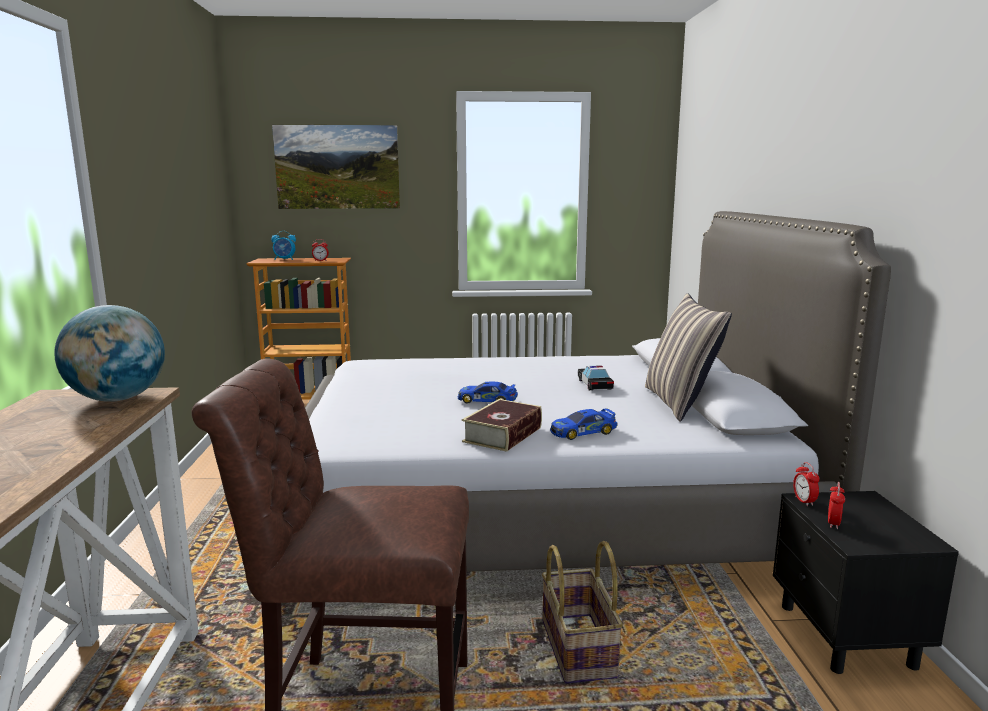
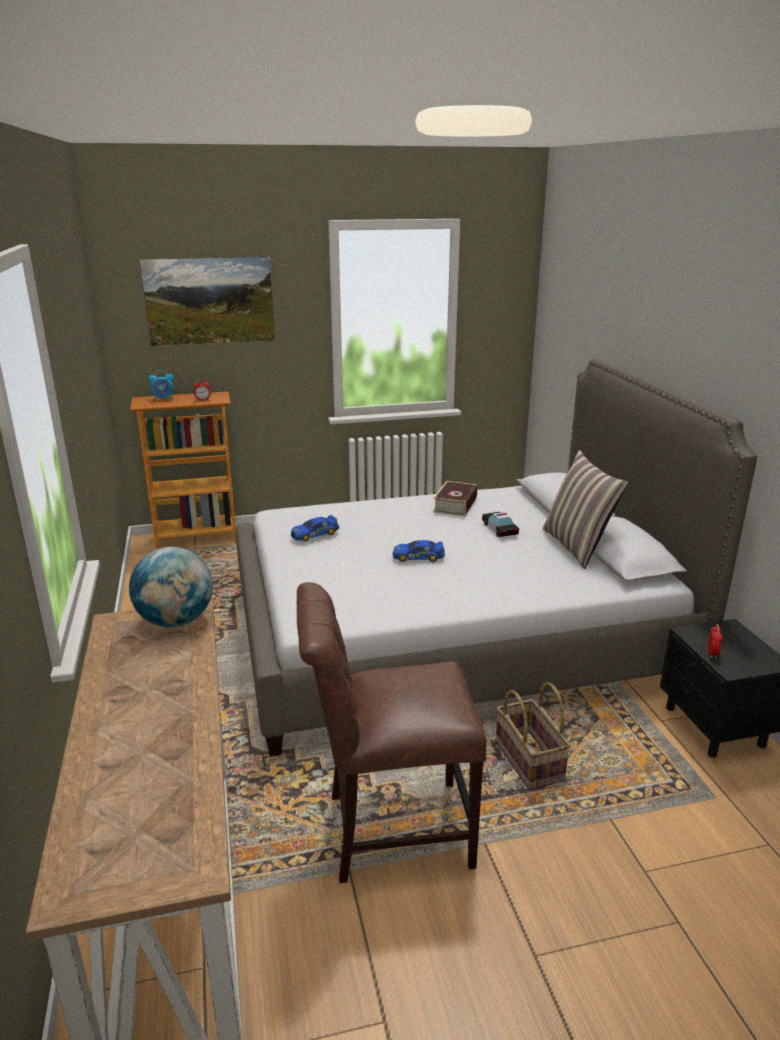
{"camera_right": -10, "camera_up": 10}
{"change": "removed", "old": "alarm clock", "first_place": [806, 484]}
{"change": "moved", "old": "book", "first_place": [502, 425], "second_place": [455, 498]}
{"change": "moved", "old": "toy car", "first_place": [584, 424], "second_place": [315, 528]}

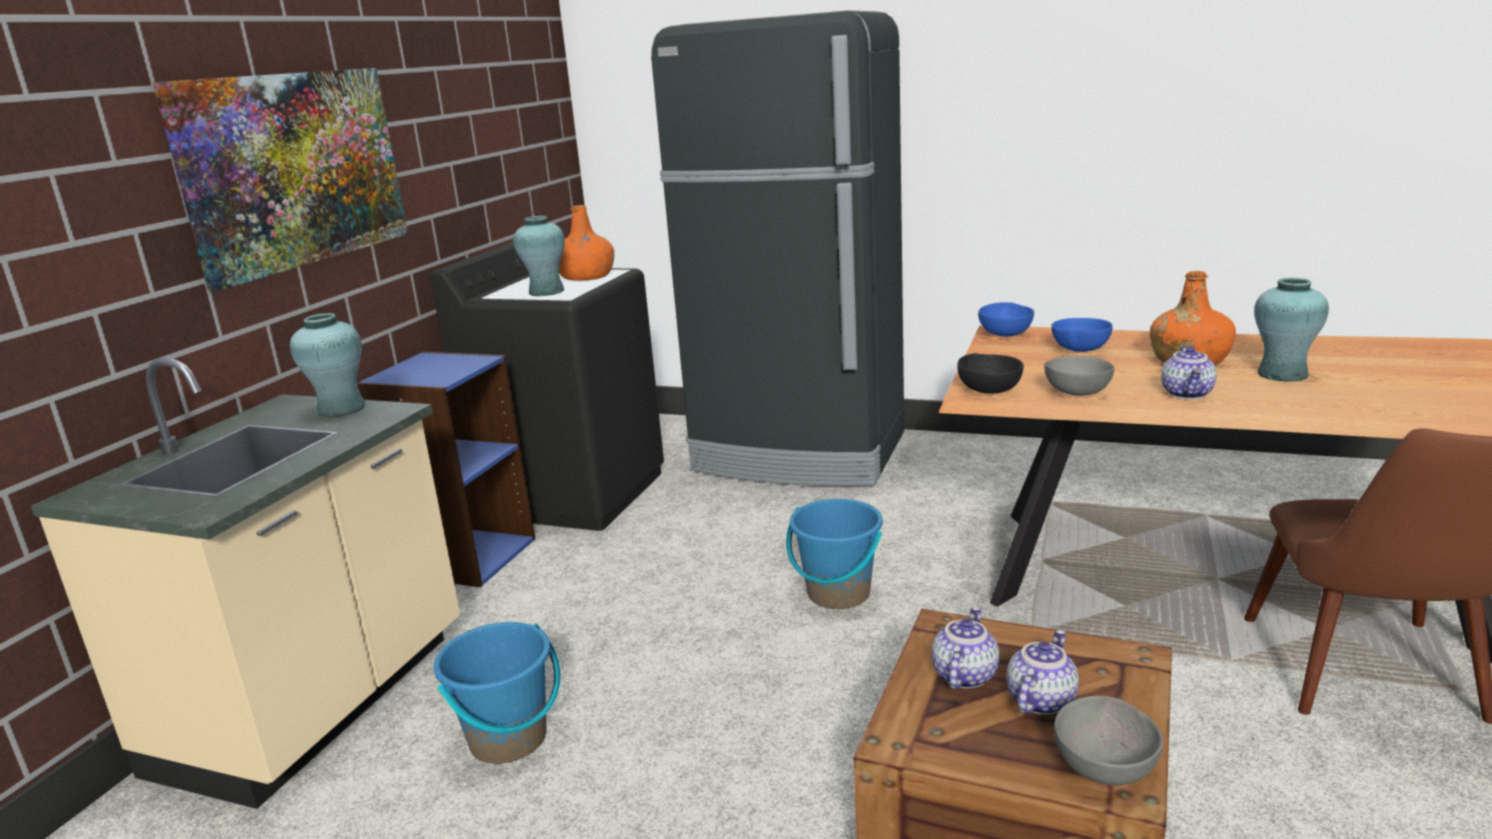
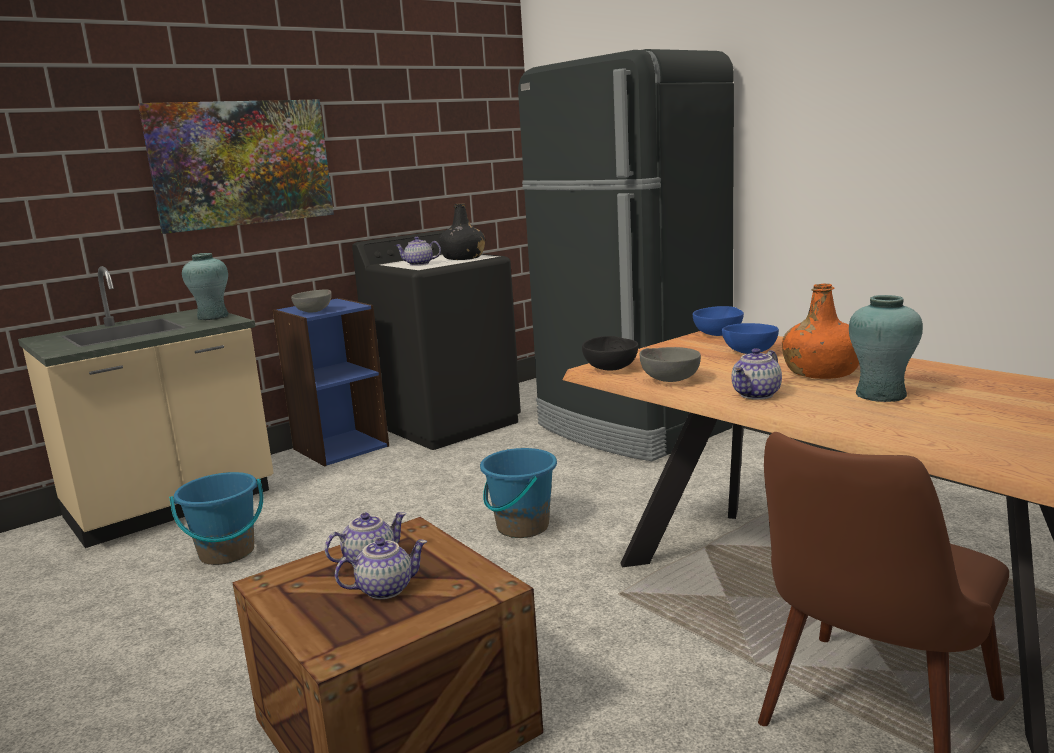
{"camera_right": 30, "camera_up": -5}
{"change": "moved", "old": "bowl in grey", "first_place": [1108, 740], "second_place": [311, 301]}
{"change": "replaced", "old": "vase in turquoise", "new": "teapot", "first_place": [539, 256], "second_place": [418, 251]}
{"change": "recoloured", "old": "bottle in orange", "new": "bottle in black", "first_place": [586, 243], "second_place": [462, 231]}

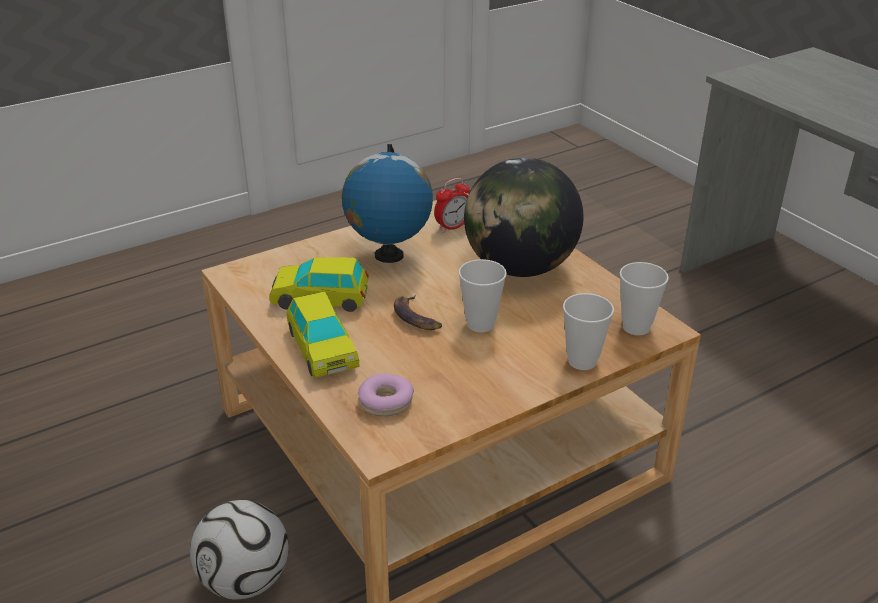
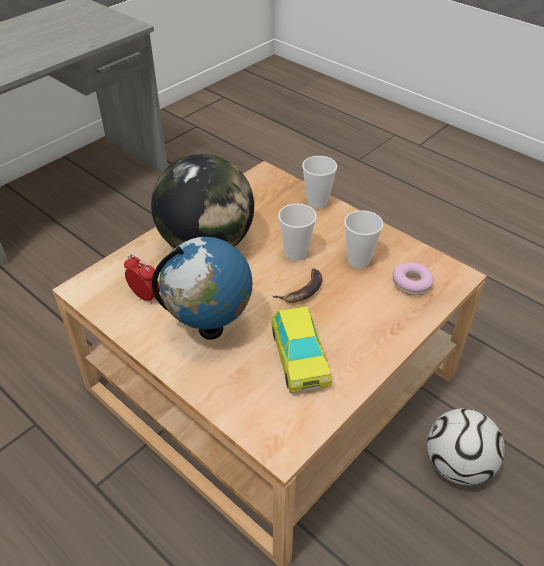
{"camera_right": -105, "camera_up": 10}
{"change": "removed", "old": "toy car", "first_place": [323, 335]}
{"change": "moved", "old": "cup", "first_place": [644, 298], "second_place": [363, 239]}

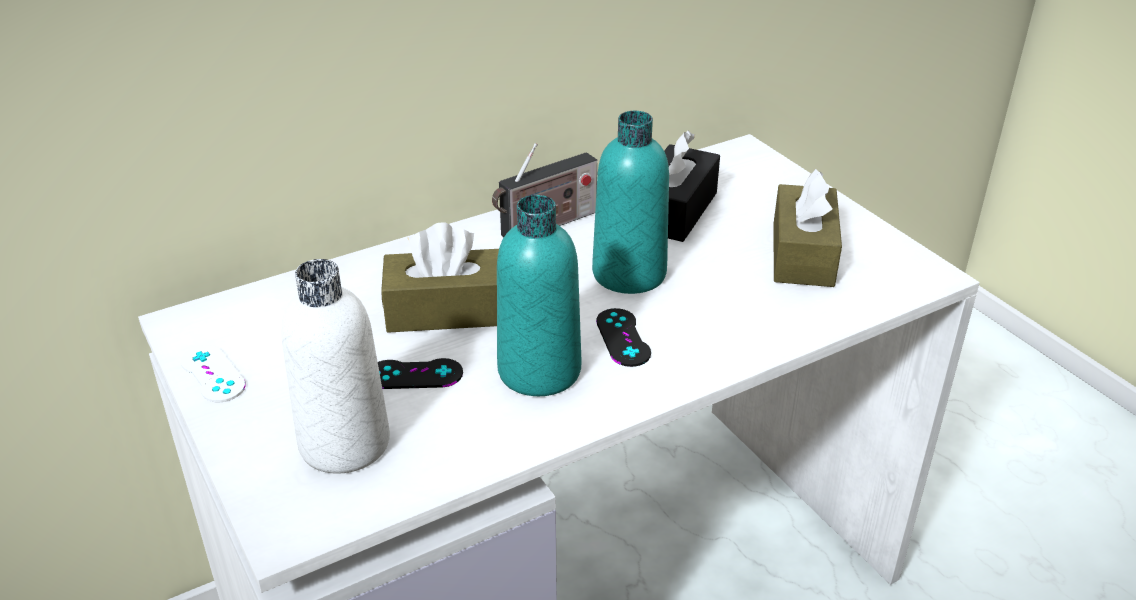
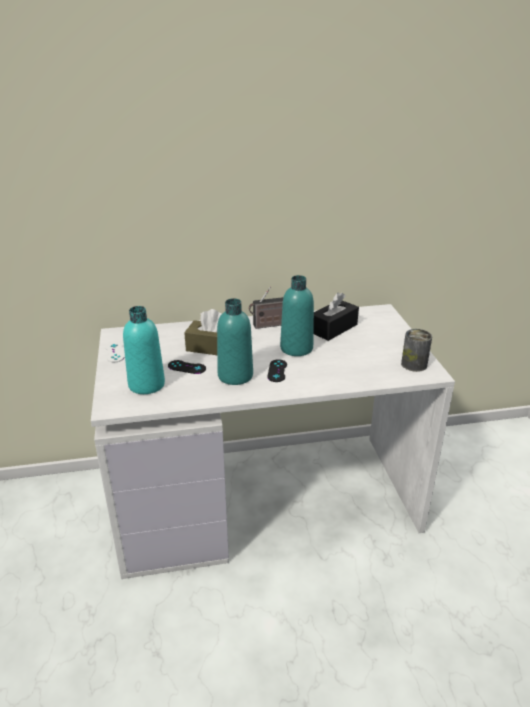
{"camera_right": 20, "camera_up": -5}
{"change": "removed", "old": "tissue box in brown", "first_place": [808, 228]}
{"change": "added", "new": "can", "second_place": [416, 350]}
{"change": "recoloured", "old": "bottle in white", "new": "bottle in turquoise", "first_place": [335, 366], "second_place": [144, 350]}

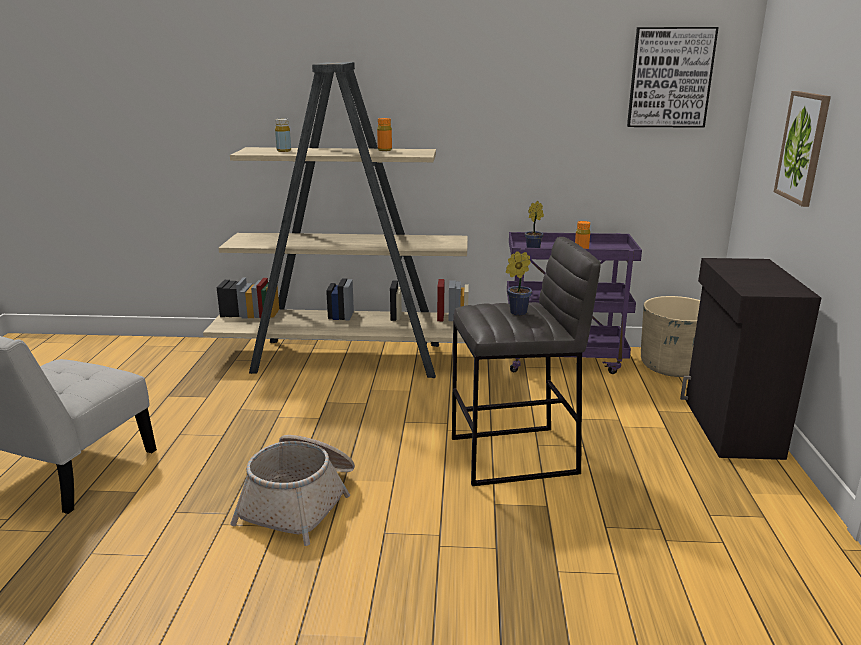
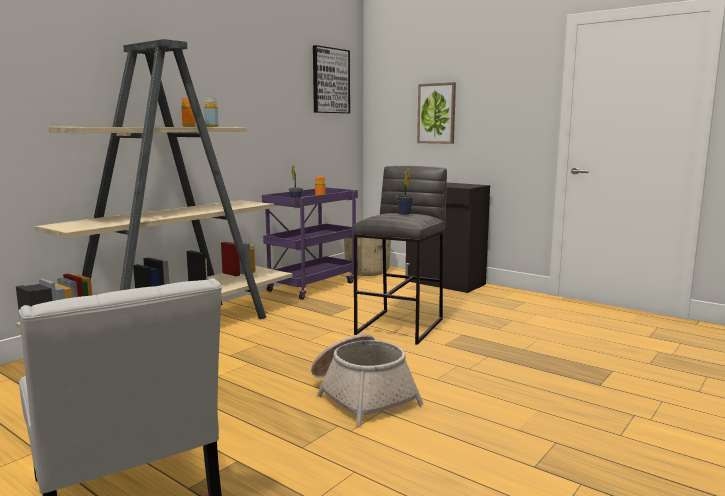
{"camera_right": -55, "camera_up": -10}
{"change": "moved", "old": "bottle in yellow", "first_place": [283, 135], "second_place": [211, 112]}

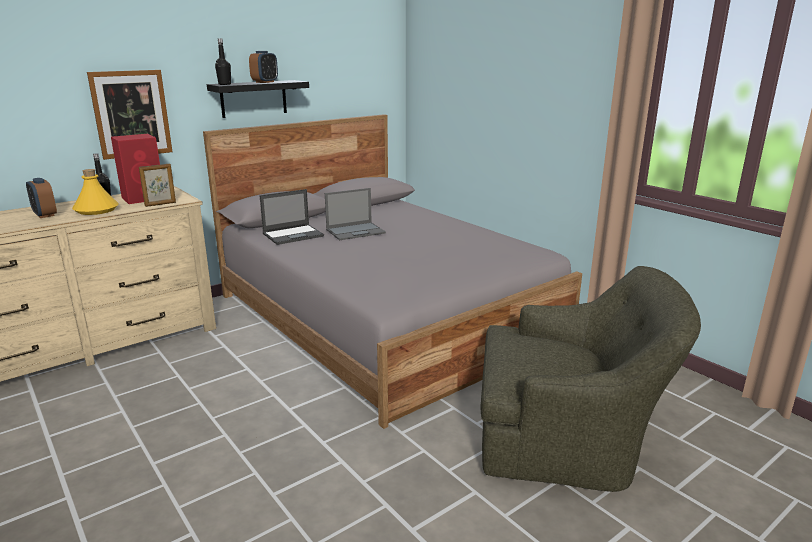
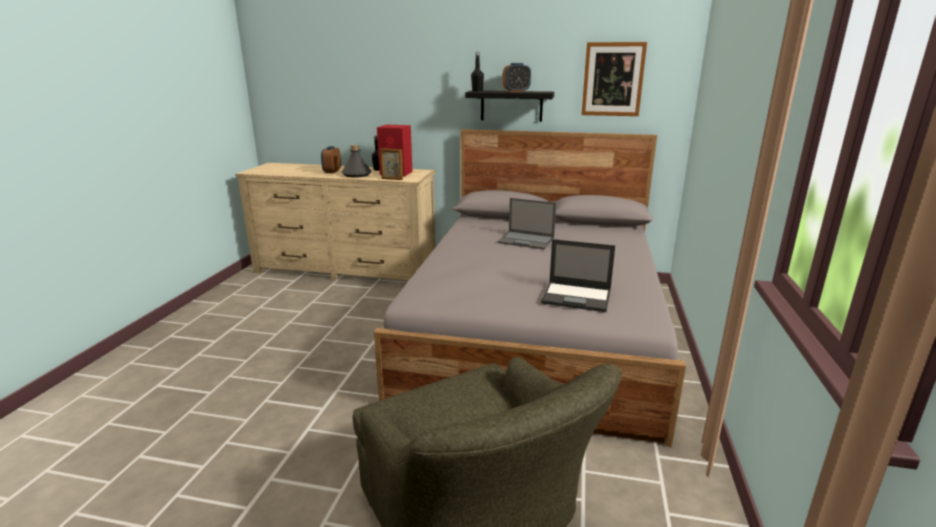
{"camera_right": 50, "camera_up": 0}
{"change": "moved", "old": "picture", "first_place": [130, 115], "second_place": [614, 79]}
{"change": "moved", "old": "laptop", "first_place": [291, 217], "second_place": [578, 275]}
{"change": "recoloured", "old": "bottle in yellow", "new": "bottle in grey", "first_place": [95, 192], "second_place": [356, 161]}

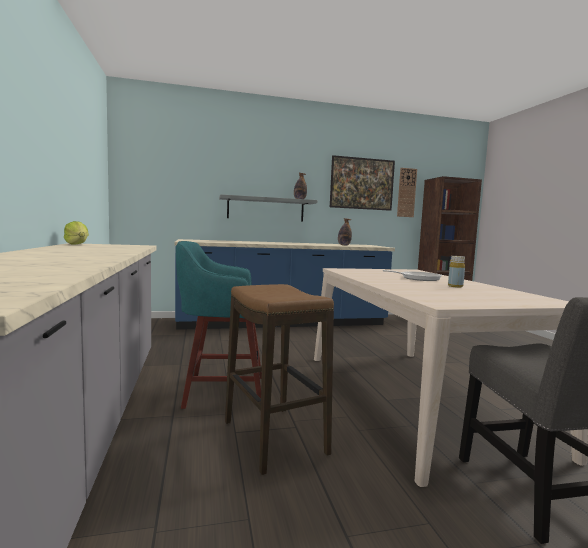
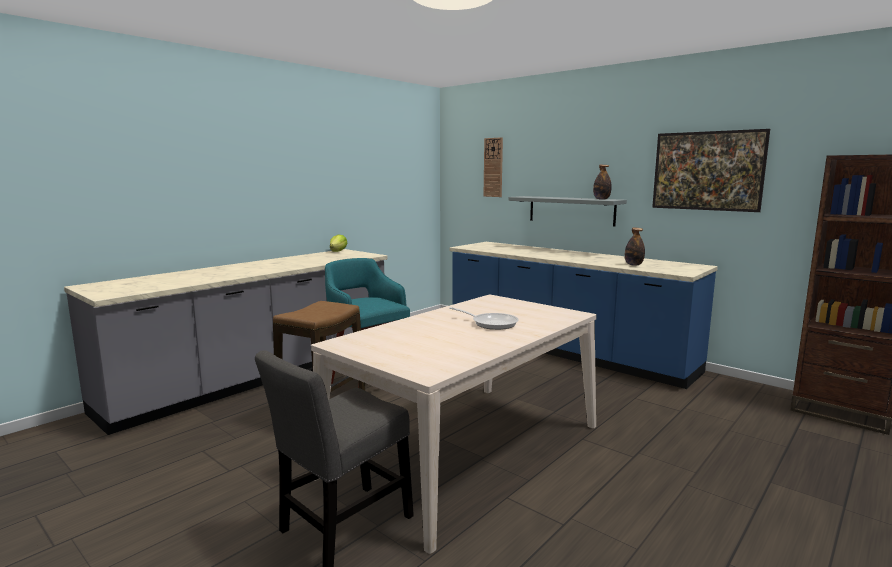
{"camera_right": 55, "camera_up": 5}
{"change": "removed", "old": "bottle in yellow", "first_place": [456, 272]}
{"change": "moved", "old": "wall clock", "first_place": [407, 192], "second_place": [493, 167]}

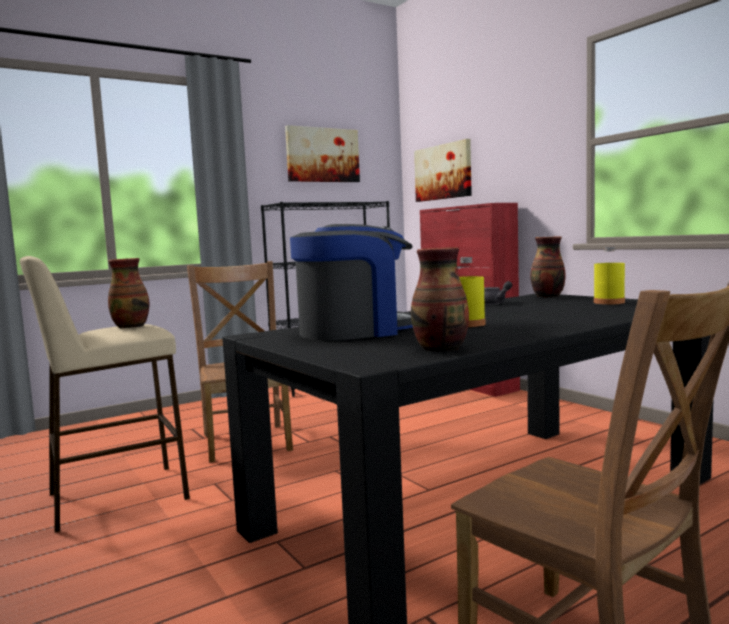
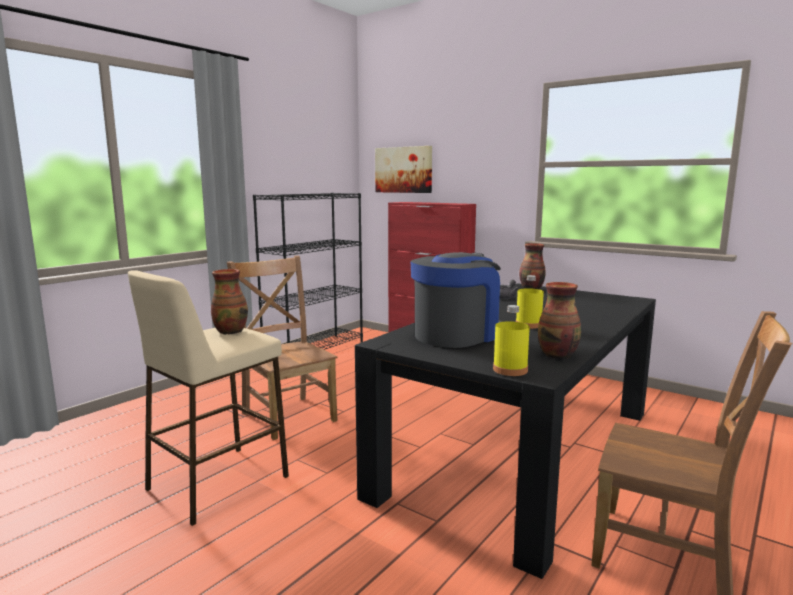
{"camera_right": -20, "camera_up": 5}
{"change": "removed", "old": "picture", "first_place": [322, 153]}
{"change": "moved", "old": "bottle in yellow", "first_place": [609, 275], "second_place": [511, 340]}

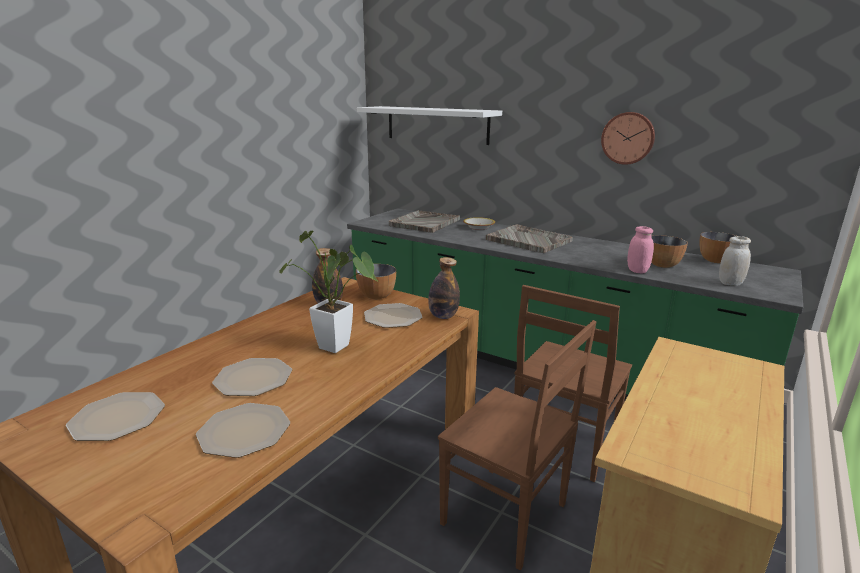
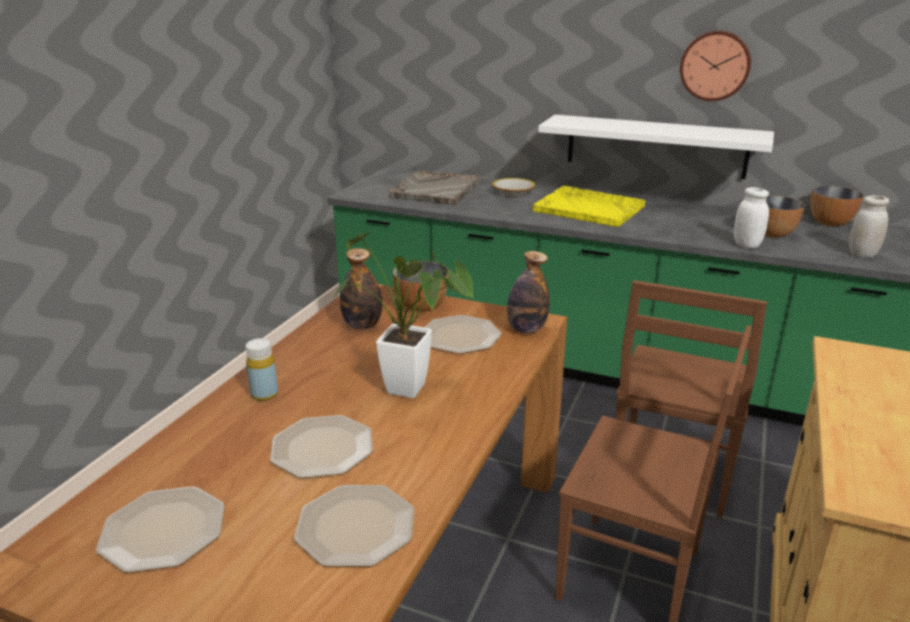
{"camera_right": -10, "camera_up": 5}
{"change": "added", "new": "bottle in yellow", "second_place": [262, 369]}
{"change": "moved", "old": "shelf in white", "first_place": [429, 125], "second_place": [656, 147]}
{"change": "recoloured", "old": "tray in grey", "new": "tray in yellow", "first_place": [529, 238], "second_place": [589, 206]}
{"change": "recoloured", "old": "jar in pink", "new": "jar in white", "first_place": [640, 249], "second_place": [751, 217]}

